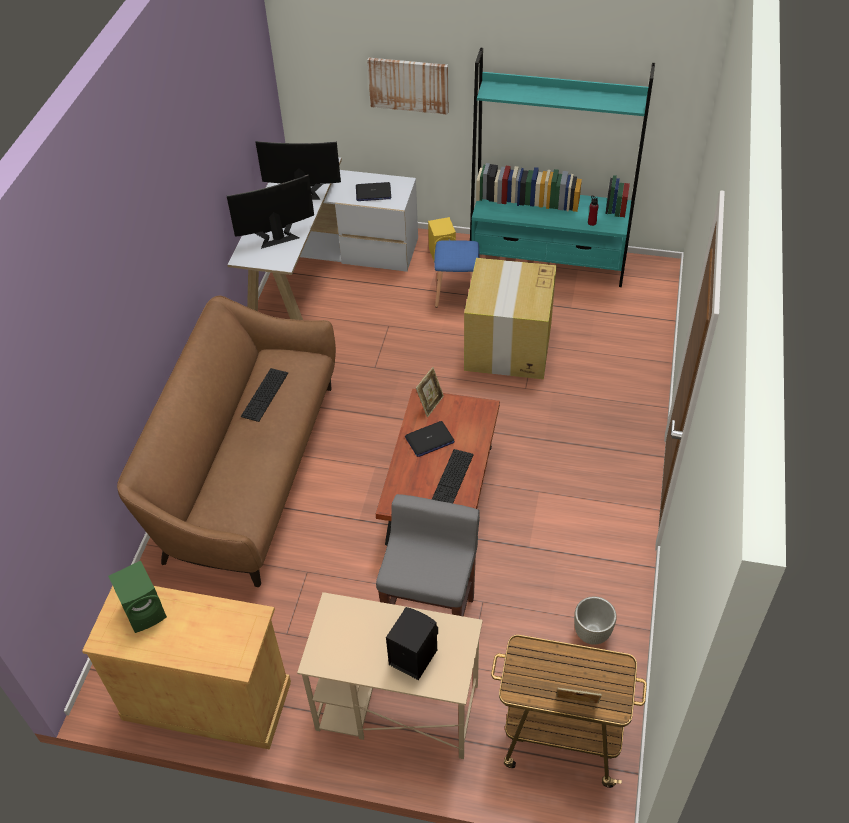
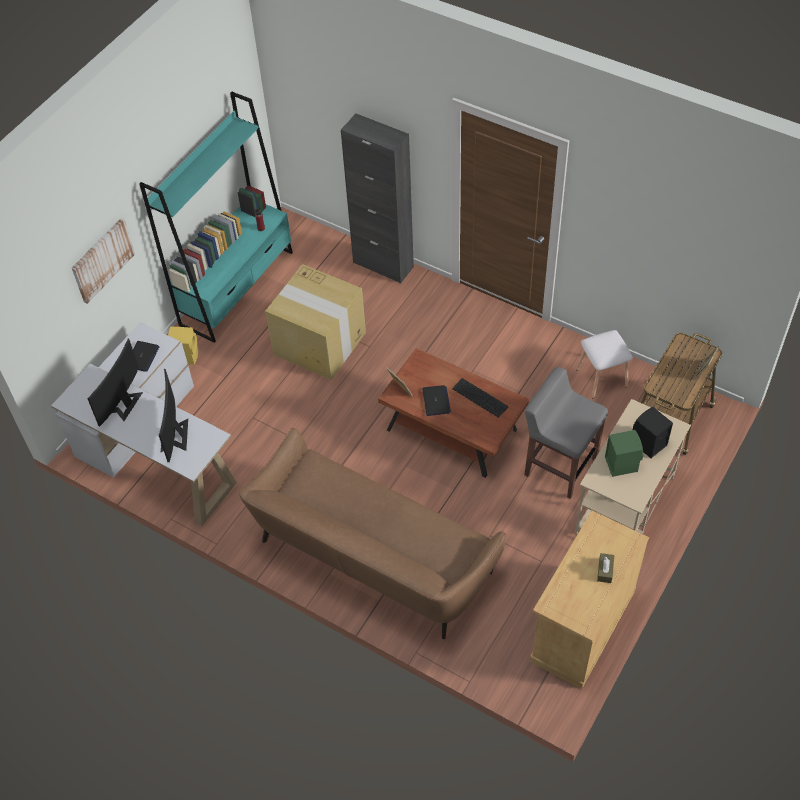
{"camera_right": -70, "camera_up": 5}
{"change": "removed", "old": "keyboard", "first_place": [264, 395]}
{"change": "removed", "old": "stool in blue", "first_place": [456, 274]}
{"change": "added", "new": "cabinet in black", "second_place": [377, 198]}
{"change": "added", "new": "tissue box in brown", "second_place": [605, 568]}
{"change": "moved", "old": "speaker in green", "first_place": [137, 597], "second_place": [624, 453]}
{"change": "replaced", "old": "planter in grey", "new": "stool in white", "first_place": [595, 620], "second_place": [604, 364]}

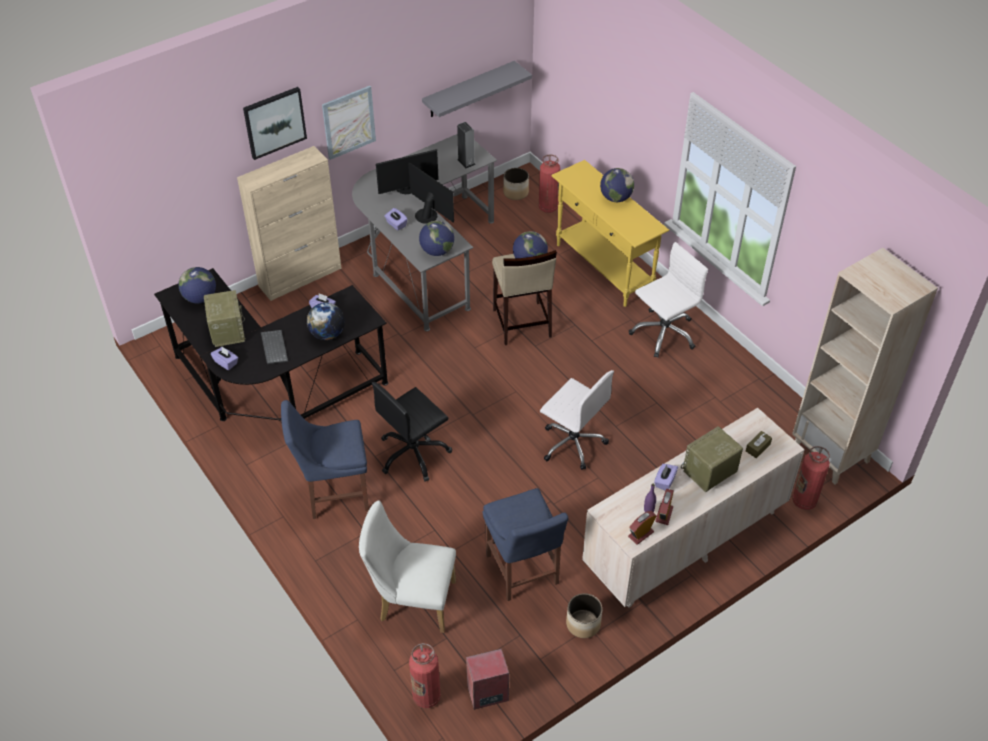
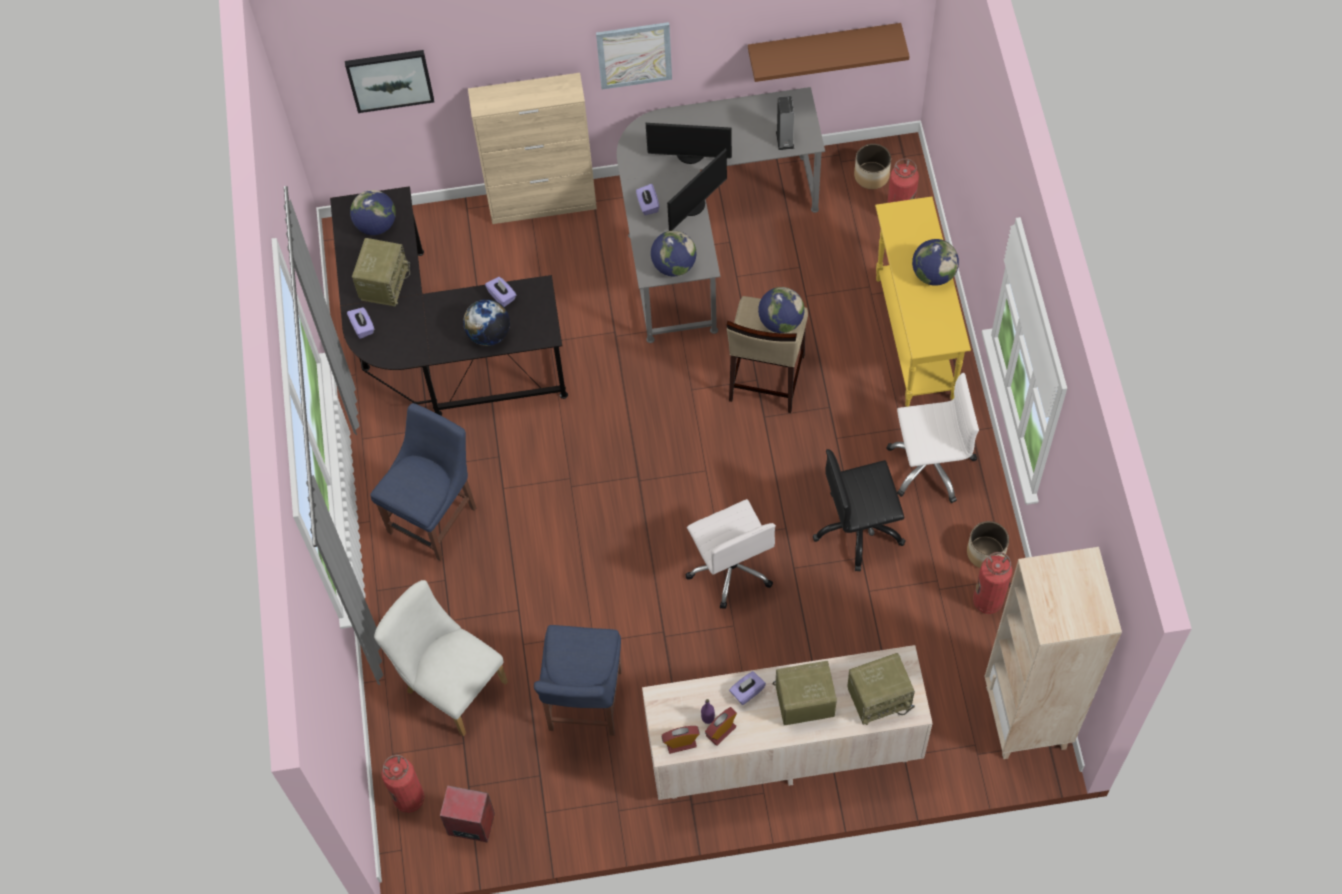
{"camera_right": 30, "camera_up": 15}
{"change": "removed", "old": "keyboard", "first_place": [274, 347]}
{"change": "moved", "old": "picture", "first_place": [275, 123], "second_place": [389, 81]}
{"change": "moved", "old": "office chair in black", "first_place": [412, 432], "second_place": [859, 510]}
{"change": "moved", "old": "planter", "first_place": [584, 615], "second_place": [988, 544]}
{"change": "moved", "old": "fire extinguisher", "first_place": [811, 478], "second_place": [992, 583]}
{"change": "replaced", "old": "tissue box in brown", "new": "radio", "first_place": [759, 444], "second_place": [881, 689]}
{"change": "recoloured", "old": "shelf in grey", "new": "shelf in brown", "first_place": [477, 89], "second_place": [829, 52]}
{"change": "turned", "old": "chair in blue", "first_place": [325, 459], "second_place": [423, 482], "degrees": 105}
{"change": "turned", "old": "monitor", "first_place": [431, 193], "second_place": [697, 189], "degrees": 60}

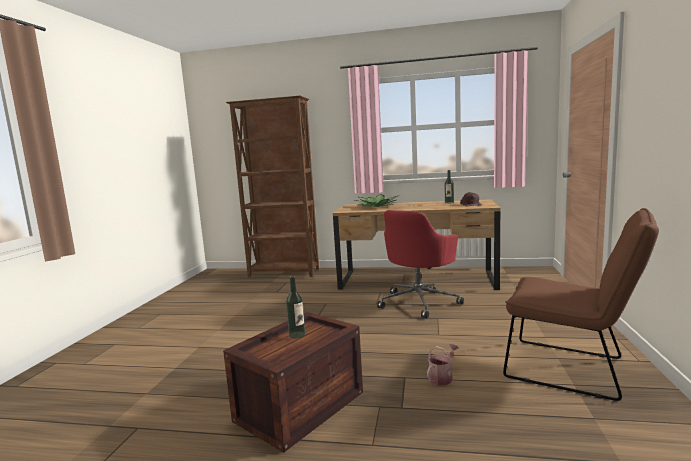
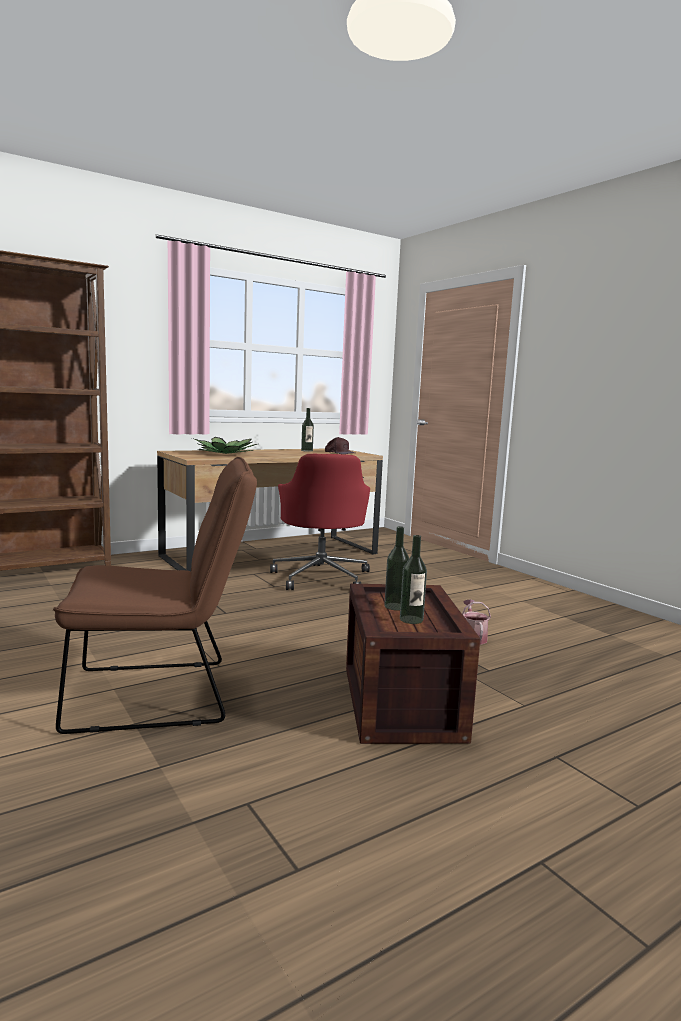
{"camera_right": -45, "camera_up": 0}
{"change": "added", "new": "bottle", "second_place": [413, 579]}
{"change": "moved", "old": "chair in brown", "first_place": [581, 304], "second_place": [155, 595]}

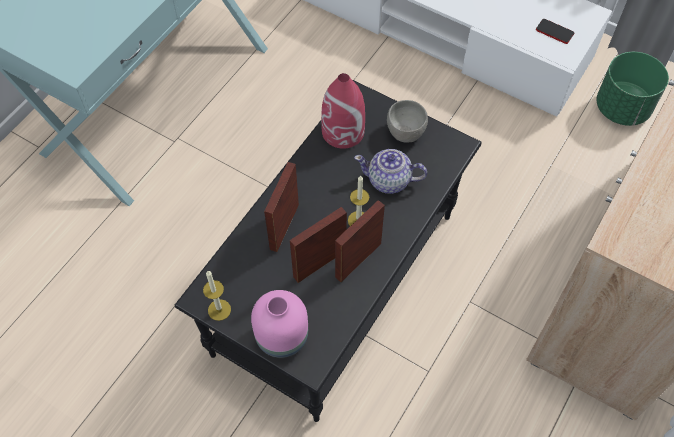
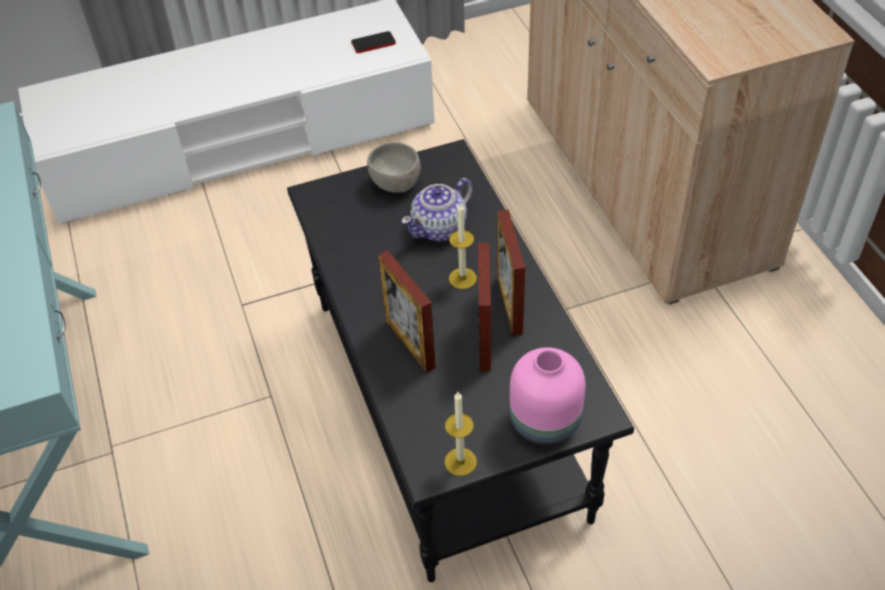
{"camera_right": -50, "camera_up": -10}
{"change": "removed", "old": "vase in red", "first_place": [343, 111]}
{"change": "removed", "old": "planter in green", "first_place": [632, 89]}

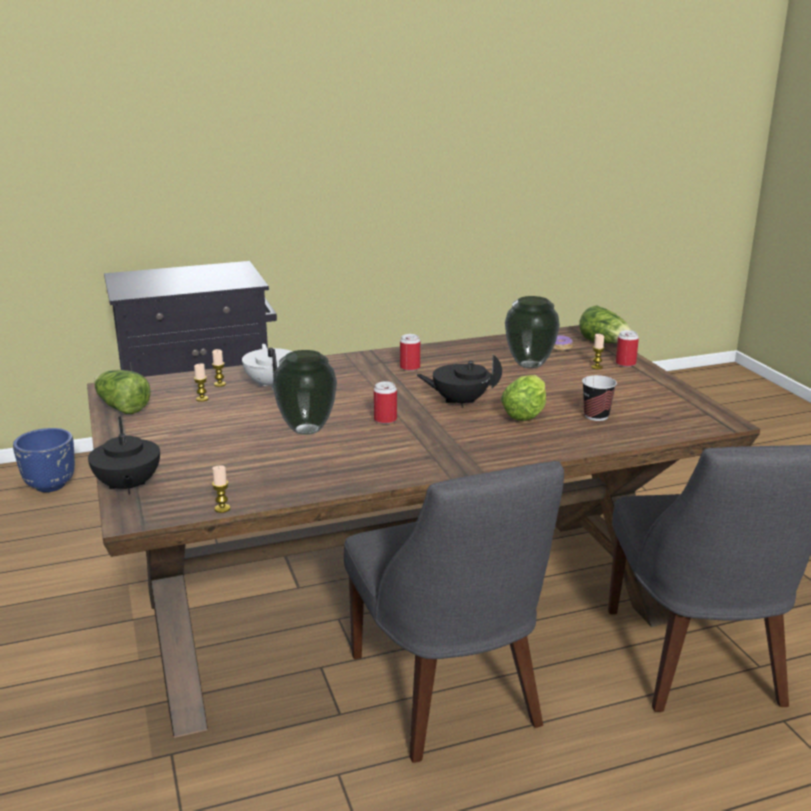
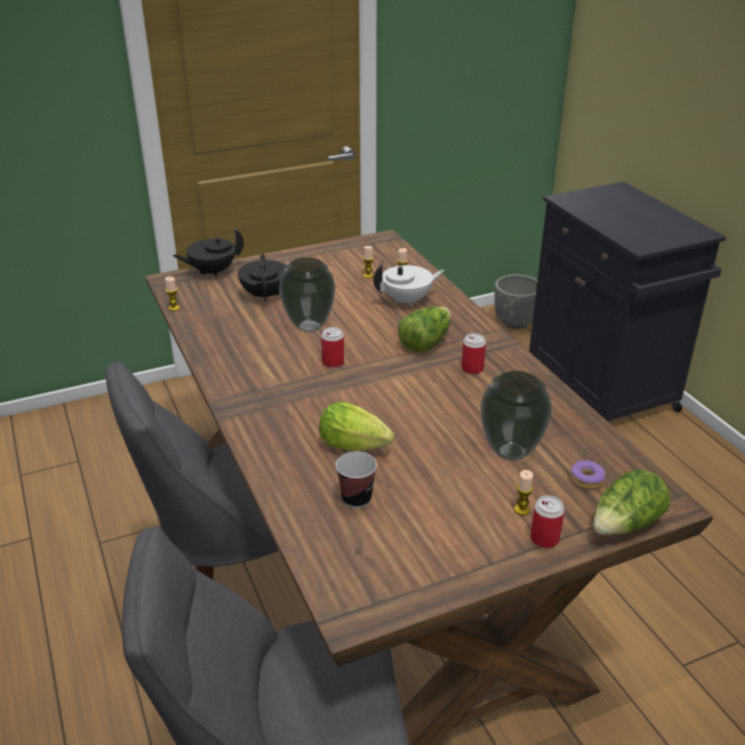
{"camera_right": 85, "camera_up": 10}
{"change": "moved", "old": "lettuce", "first_place": [122, 392], "second_place": [424, 329]}
{"change": "moved", "old": "teapot in black", "first_place": [459, 381], "second_place": [262, 277]}
{"change": "recoloured", "old": "planter in blue", "new": "planter in grey", "first_place": [44, 460], "second_place": [515, 301]}

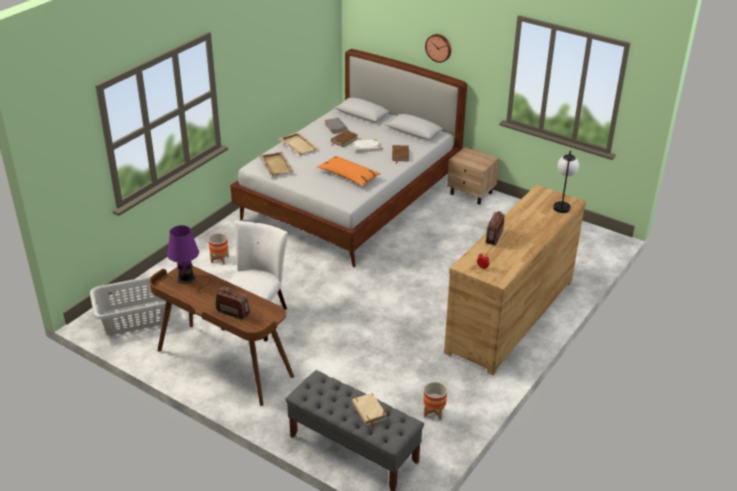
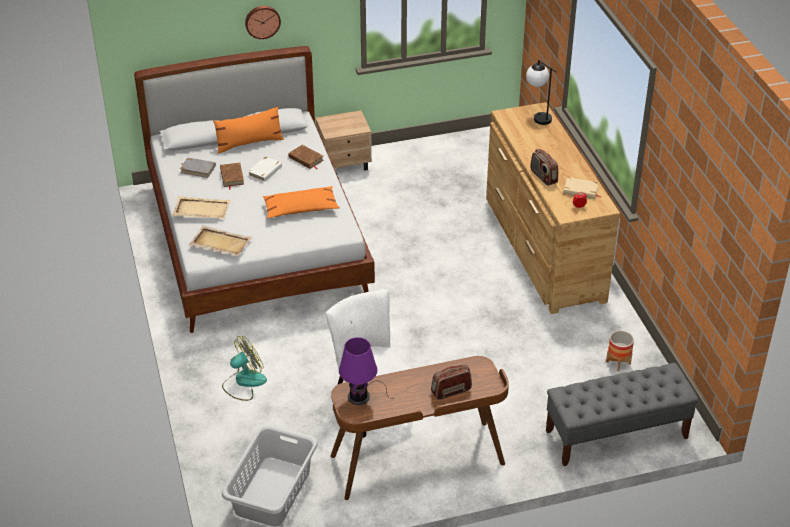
{"camera_right": -50, "camera_up": 5}
{"change": "added", "new": "pillow in orange", "second_place": [248, 130]}
{"change": "moved", "old": "book in beige", "first_place": [369, 410], "second_place": [582, 188]}
{"change": "replaced", "old": "planter", "new": "fan", "first_place": [218, 249], "second_place": [244, 368]}

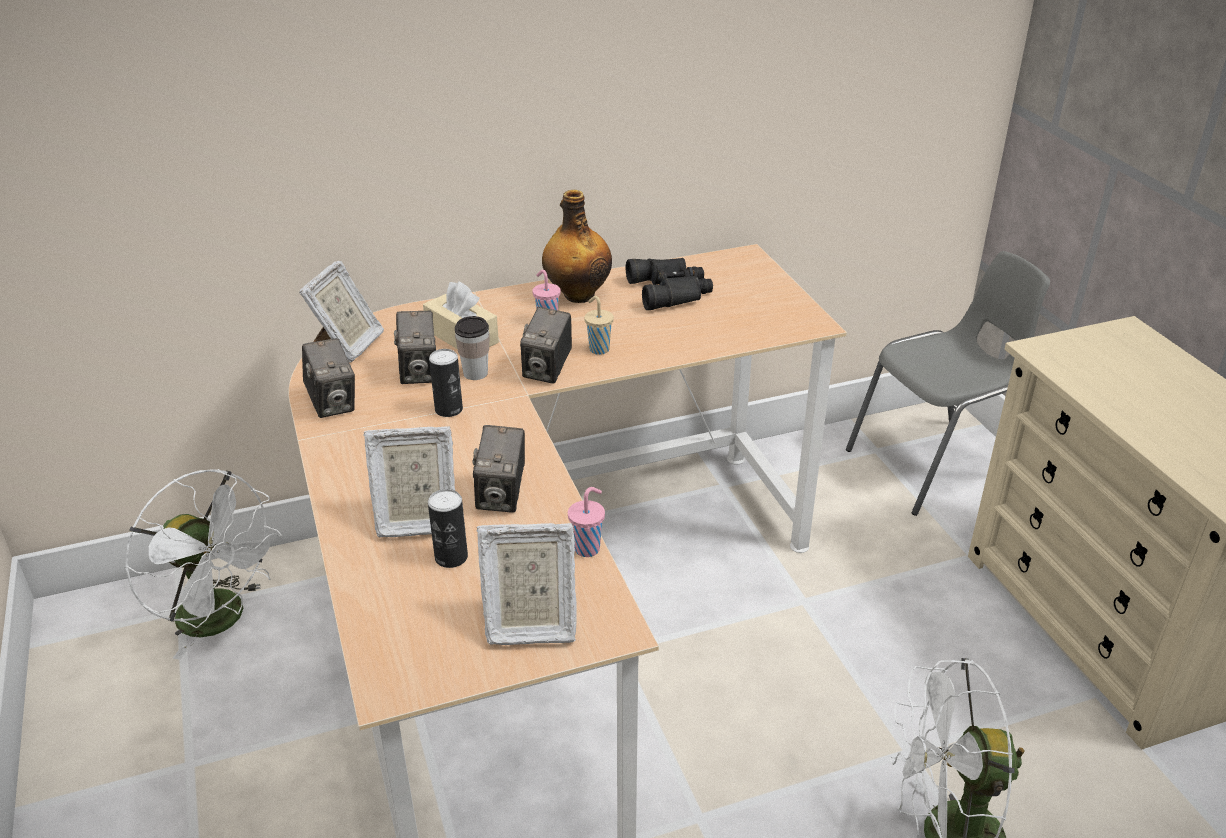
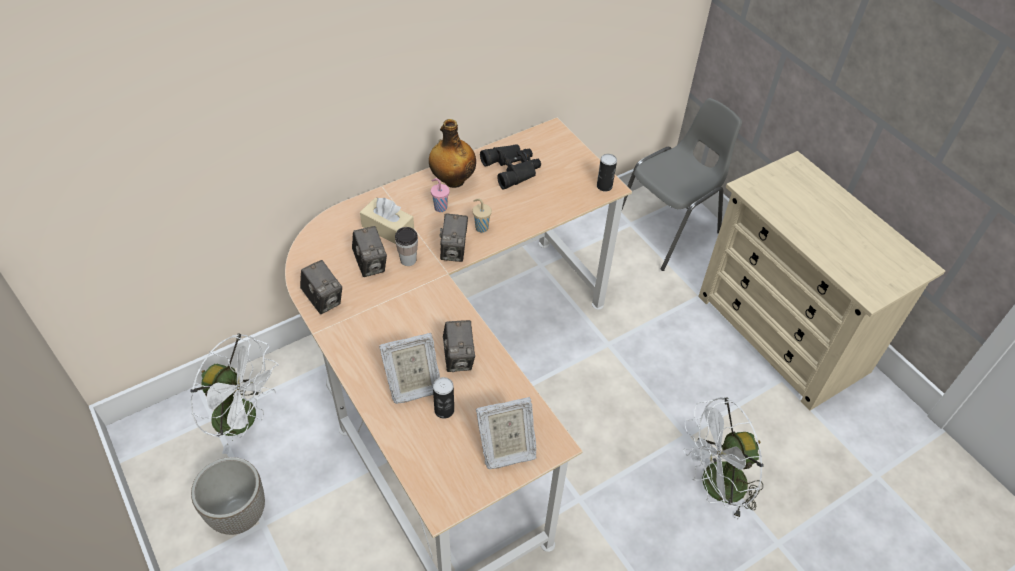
{"camera_right": -15, "camera_up": 15}
{"change": "removed", "old": "picture frame", "first_place": [341, 312]}
{"change": "removed", "old": "cup in pink", "first_place": [586, 522]}
{"change": "added", "new": "planter", "second_place": [228, 496]}
{"change": "moved", "old": "can", "first_place": [446, 383], "second_place": [607, 172]}

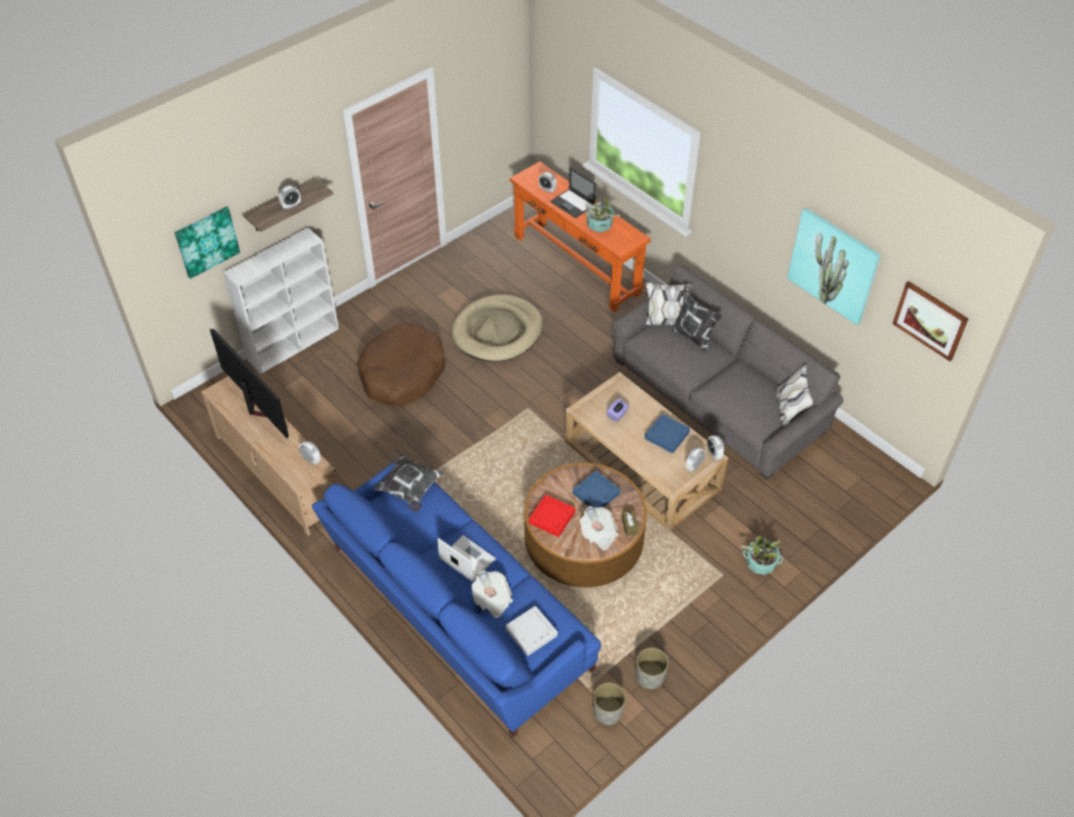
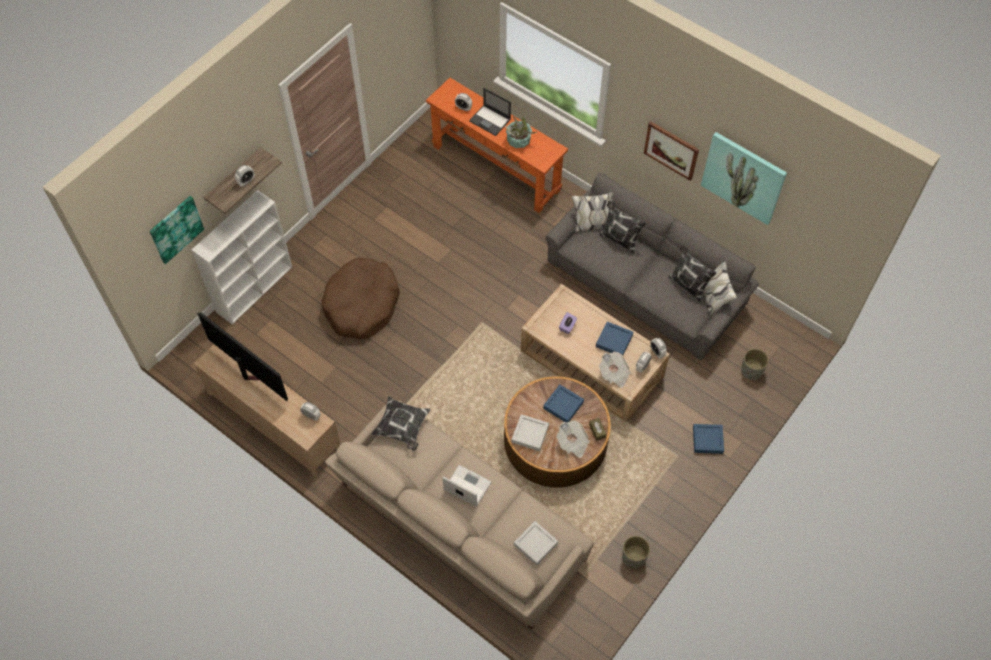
{"camera_right": -10, "camera_up": 10}
{"change": "removed", "old": "dog bed in beige", "first_place": [497, 328]}
{"change": "added", "new": "pillow", "second_place": [692, 274]}
{"change": "moved", "old": "newspaper", "first_place": [492, 594], "second_place": [615, 370]}
{"change": "moved", "old": "planter in grey", "first_place": [609, 704], "second_place": [755, 364]}
{"change": "moved", "old": "picture", "first_place": [930, 321], "second_place": [671, 151]}
{"change": "replaced", "old": "potted plant", "new": "tray in blue", "first_place": [762, 555], "second_place": [708, 439]}
{"change": "recoloured", "old": "sofa in blue", "new": "sofa in beige", "first_place": [456, 599], "second_place": [459, 514]}
{"change": "recoloured", "old": "tray in red", "new": "tray in grey", "first_place": [552, 515], "second_place": [530, 432]}

